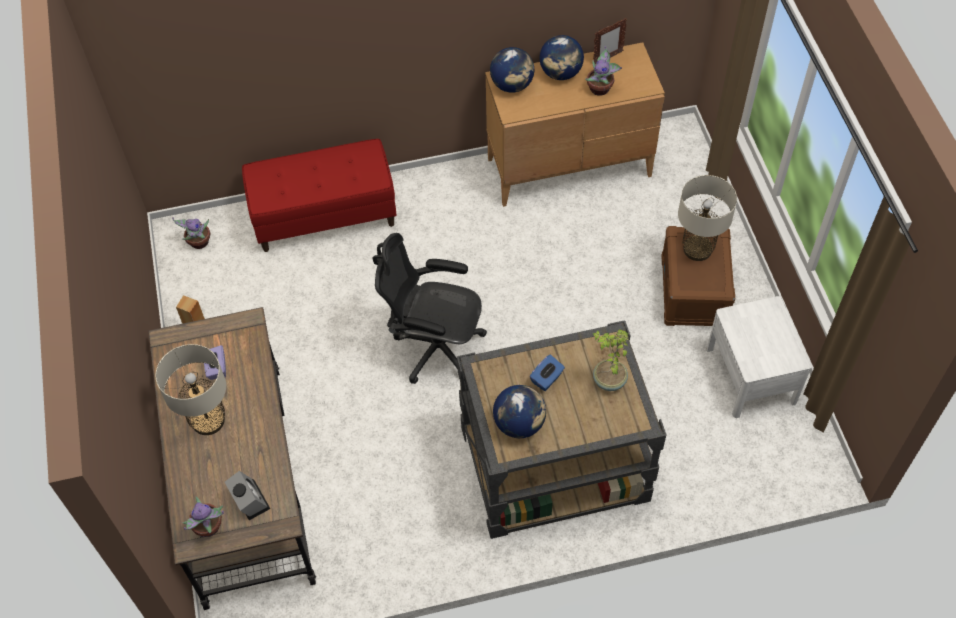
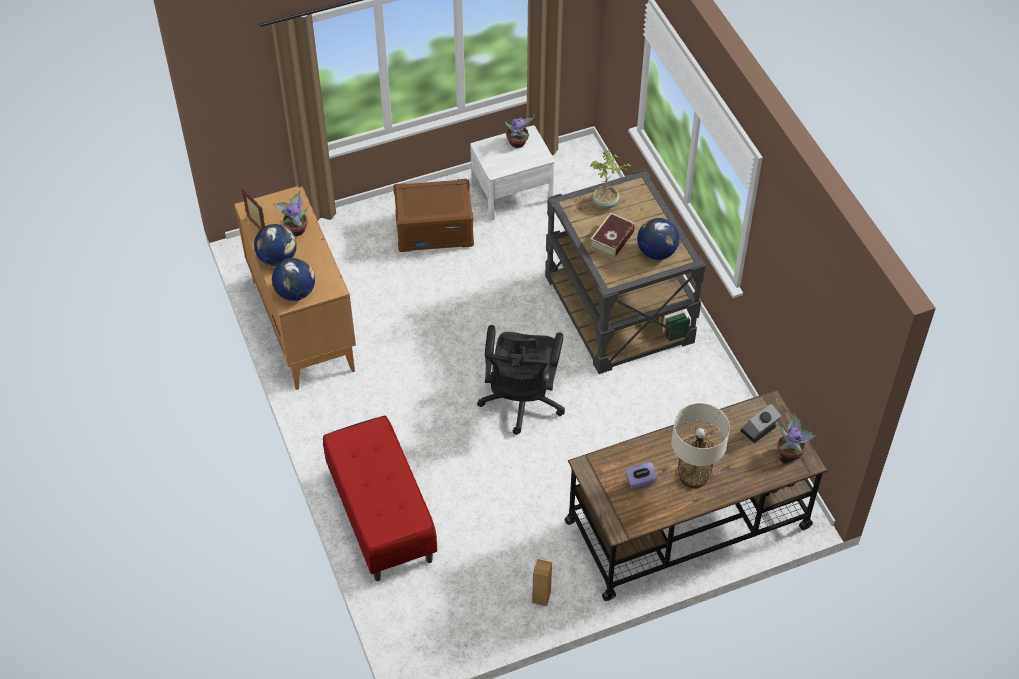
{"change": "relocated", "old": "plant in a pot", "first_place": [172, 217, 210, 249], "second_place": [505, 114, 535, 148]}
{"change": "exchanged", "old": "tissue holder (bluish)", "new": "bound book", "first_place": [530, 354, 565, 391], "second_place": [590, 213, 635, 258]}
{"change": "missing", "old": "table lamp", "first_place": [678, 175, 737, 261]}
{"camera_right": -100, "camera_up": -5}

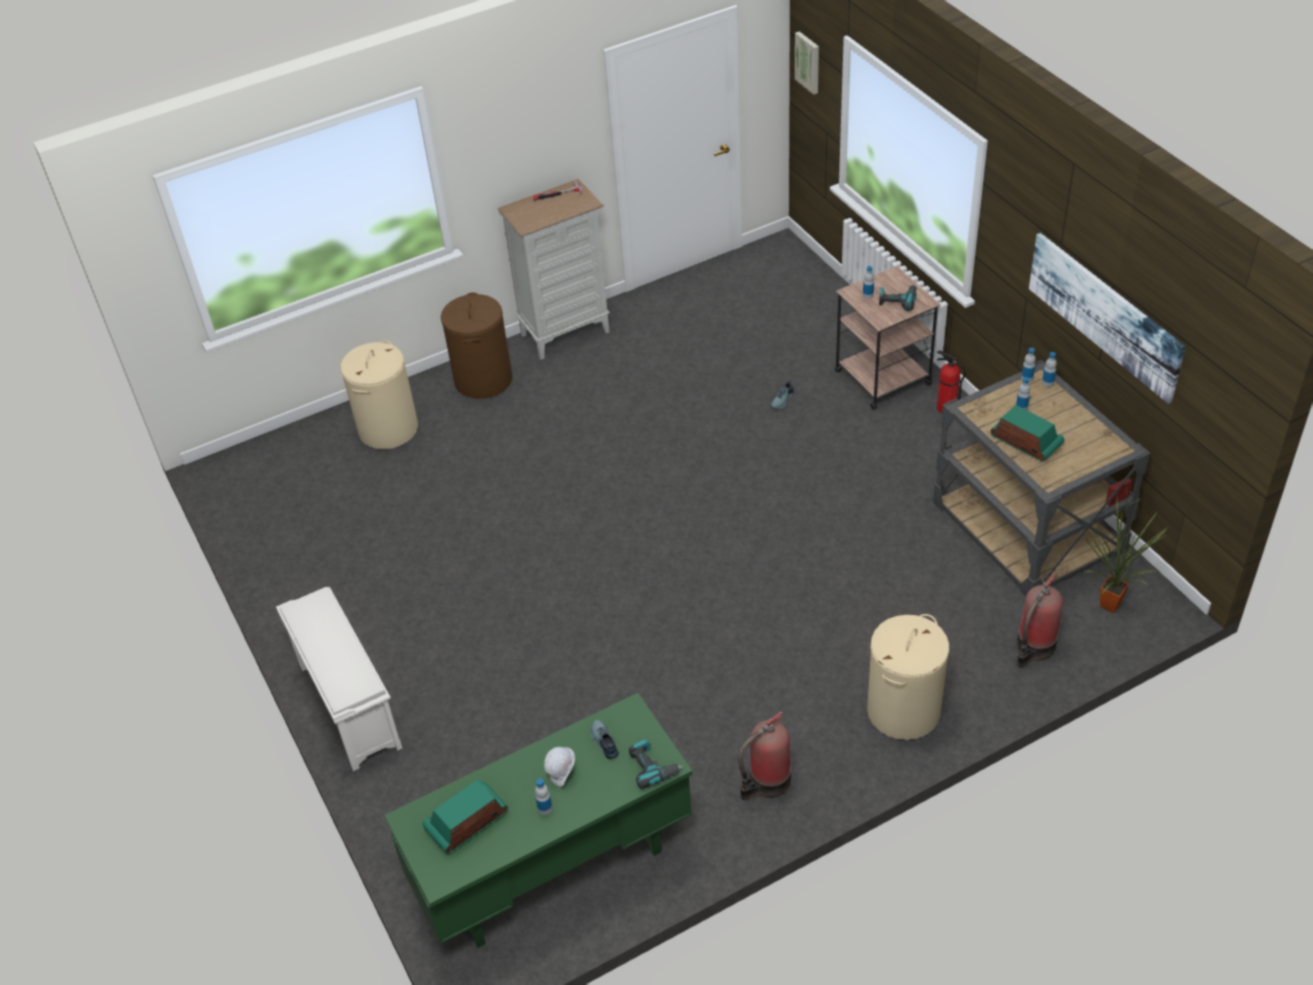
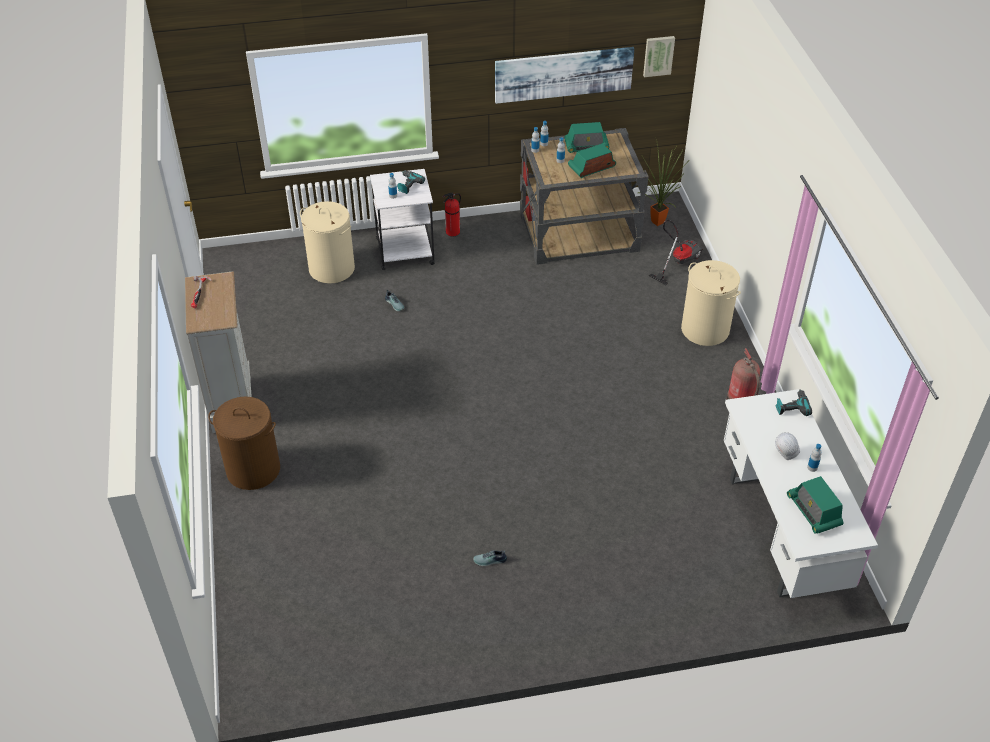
{"change": "missing", "old": "shoe stand (white-coloured)", "first_place": [276, 587, 402, 771]}
{"change": "relocated", "old": "laundry basket (beige-coloured)", "first_place": [340, 340, 418, 449], "second_place": [300, 201, 355, 284]}
{"change": "colour", "old": "desk unit (greenish)", "new": "desk unit (white-coloured)", "first_place": [384, 693, 693, 948], "second_place": [724, 389, 878, 598]}
{"change": "relocated", "old": "shoe", "first_place": [591, 720, 619, 759], "second_place": [473, 550, 507, 566]}
{"change": "relocated", "old": "wall art", "first_place": [795, 31, 819, 95], "second_place": [643, 36, 675, 77]}
{"change": "colour", "old": "trolley (brown)", "new": "trolley (white-coloured)", "first_place": [835, 266, 940, 409], "second_place": [370, 169, 435, 270]}
{"change": "exchanged", "old": "extinguisher", "new": "vacuum", "first_place": [1017, 573, 1063, 668], "second_place": [649, 219, 703, 285]}
{"change": "appeared", "new": "radio", "second_place": [564, 122, 610, 153]}
{"camera_right": -75, "camera_up": 0}

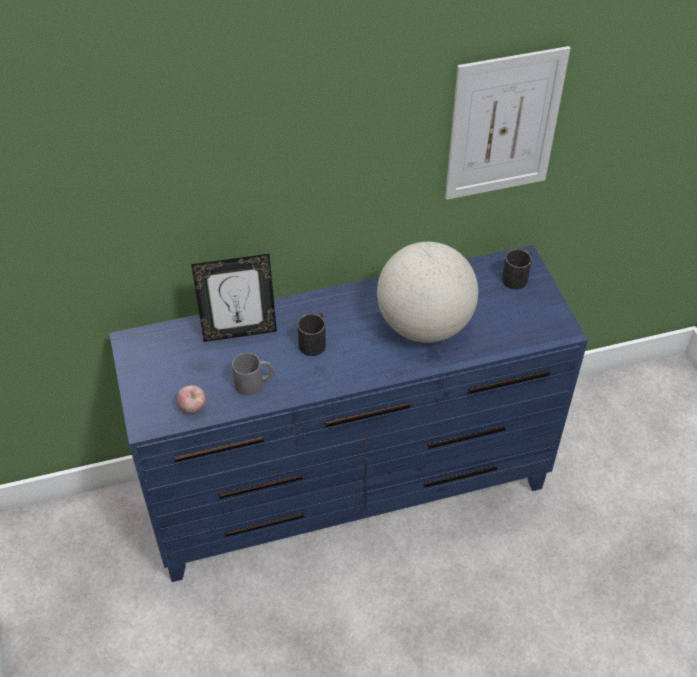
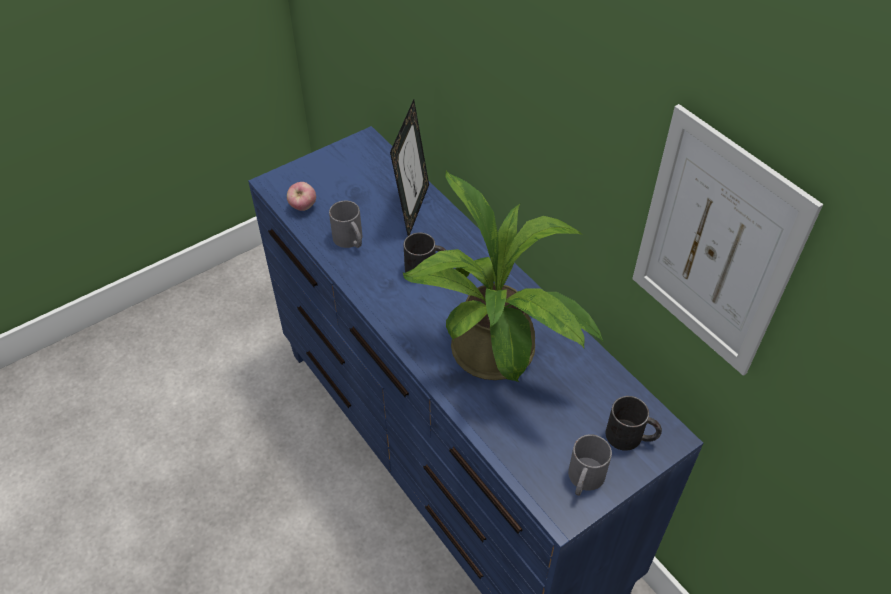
{"change": "spun", "old": "standing frame", "first_place": [191, 254, 277, 342], "second_place": [390, 99, 429, 236], "degrees": -135}
{"change": "exchanged", "old": "desk globe", "new": "plant in a pot", "first_place": [377, 242, 478, 343], "second_place": [403, 170, 603, 382]}
{"change": "appeared", "new": "mug (gray)", "second_place": [568, 434, 612, 496]}
{"camera_right": 70, "camera_up": 0}

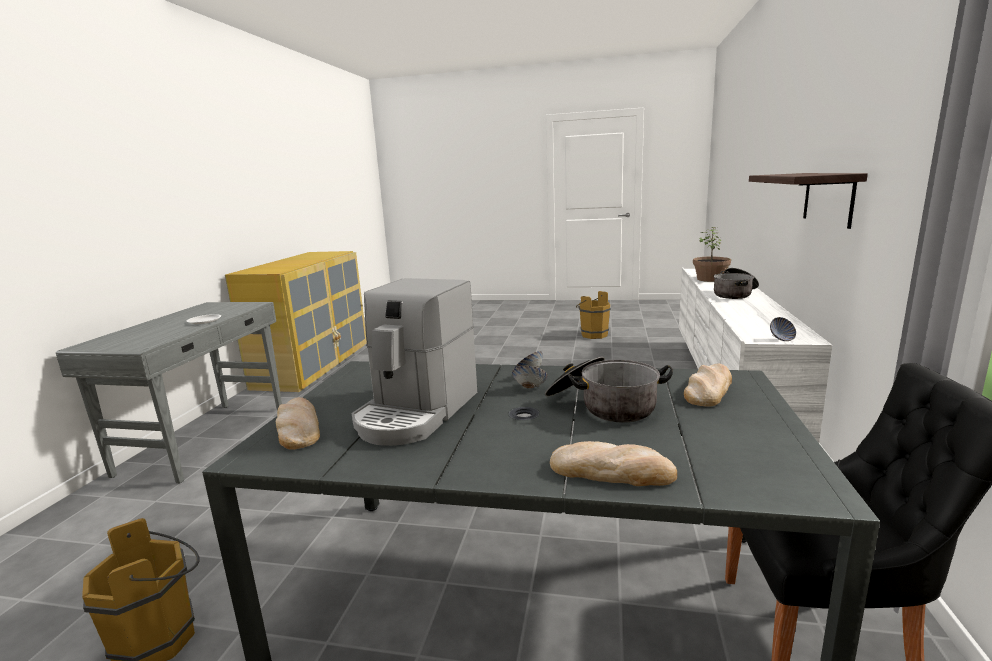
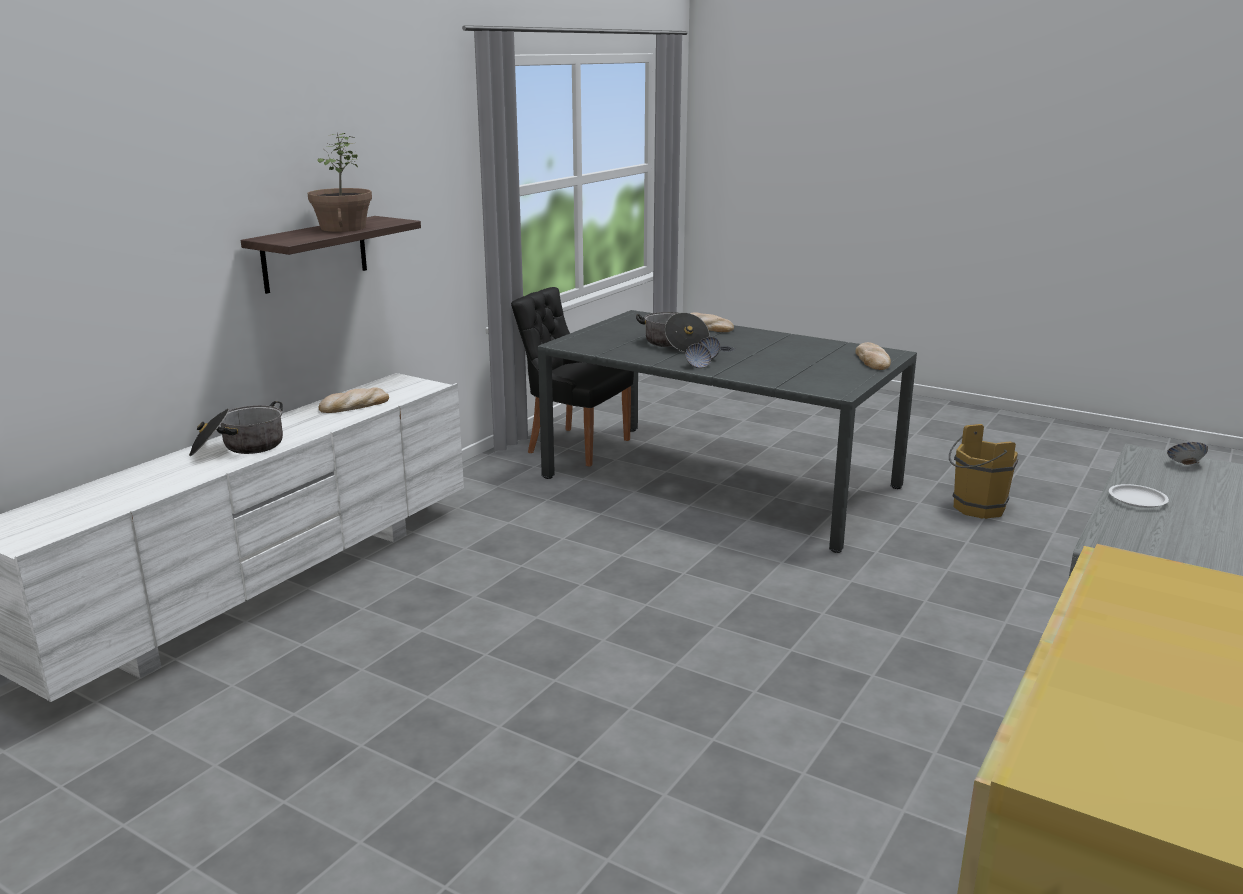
{"change": "missing", "old": "coffee maker", "first_place": [352, 278, 477, 446]}
{"change": "missing", "old": "bucket (brown)", "first_place": [576, 291, 611, 339]}
{"change": "relocated", "old": "bread", "first_place": [684, 363, 732, 406], "second_place": [319, 387, 389, 413]}
{"change": "relocated", "old": "plant in a pot", "first_place": [693, 226, 731, 282], "second_place": [308, 133, 372, 232]}
{"change": "relocated", "old": "serving bowl", "first_place": [770, 317, 796, 341], "second_place": [1167, 442, 1208, 465]}
{"camera_right": -160, "camera_up": 5}

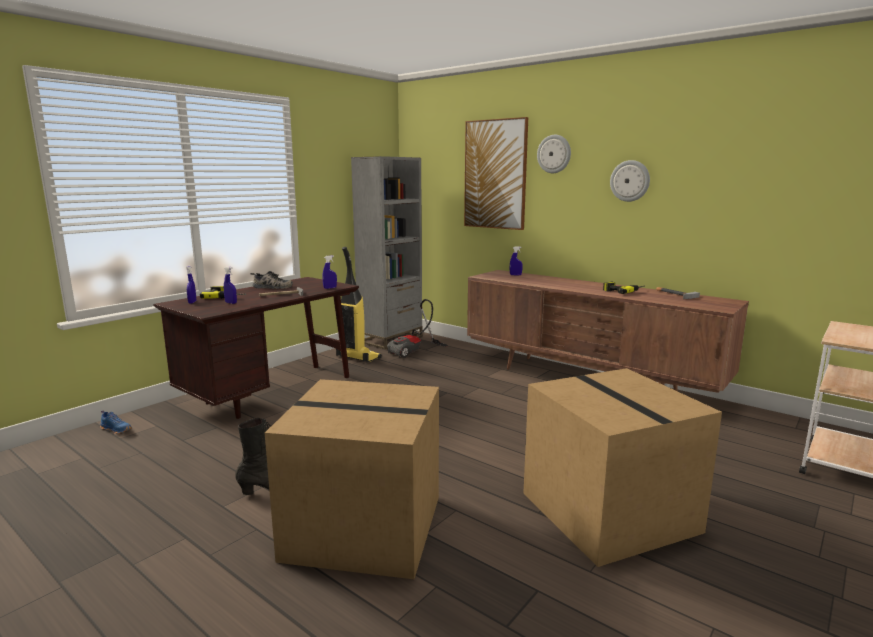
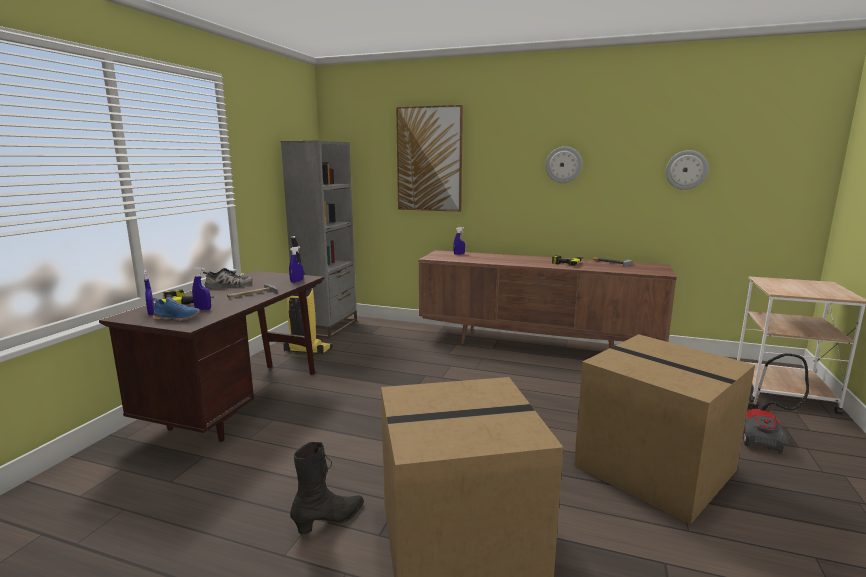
{"change": "relocated", "old": "shoe (bluish)", "first_place": [100, 410, 132, 434], "second_place": [153, 297, 200, 321]}
{"change": "relocated", "old": "vacuum", "first_place": [387, 299, 448, 358], "second_place": [744, 353, 809, 454]}
{"change": "relocated", "old": "wall clock", "first_place": [537, 135, 571, 173], "second_place": [666, 150, 708, 190]}
{"camera_right": -20, "camera_up": 0}

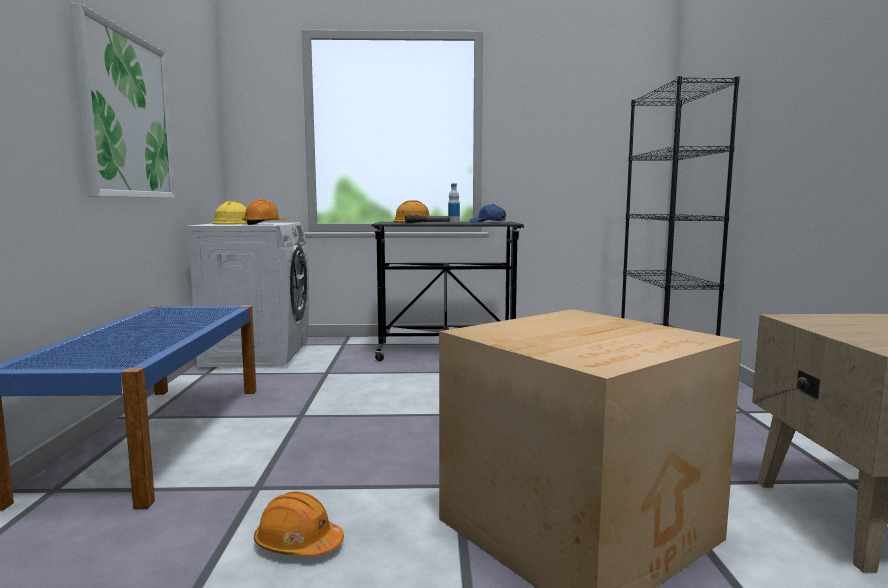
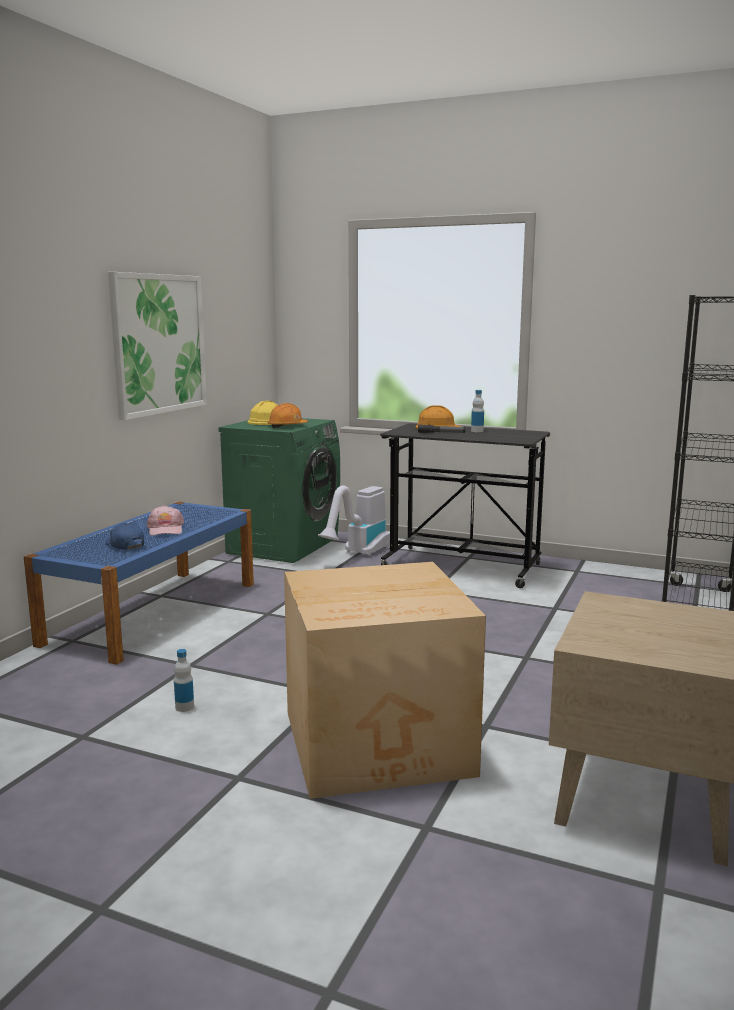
{"change": "colour", "old": "laundry appliance (white-coloured)", "new": "laundry appliance (greenish)", "first_place": [185, 222, 309, 367], "second_place": [218, 418, 340, 563]}
{"change": "exchanged", "old": "work helmet (orangey)", "new": "drink bottle", "first_place": [254, 491, 344, 557], "second_place": [174, 649, 194, 712]}
{"change": "relocated", "old": "baseball cap (bluish)", "first_place": [469, 204, 506, 222], "second_place": [105, 523, 144, 550]}
{"change": "appeared", "new": "baseball cap (pink)", "second_place": [146, 505, 184, 536]}
{"change": "appeared", "new": "vacuum", "second_place": [318, 485, 390, 556]}
{"camera_right": 25, "camera_up": 5}

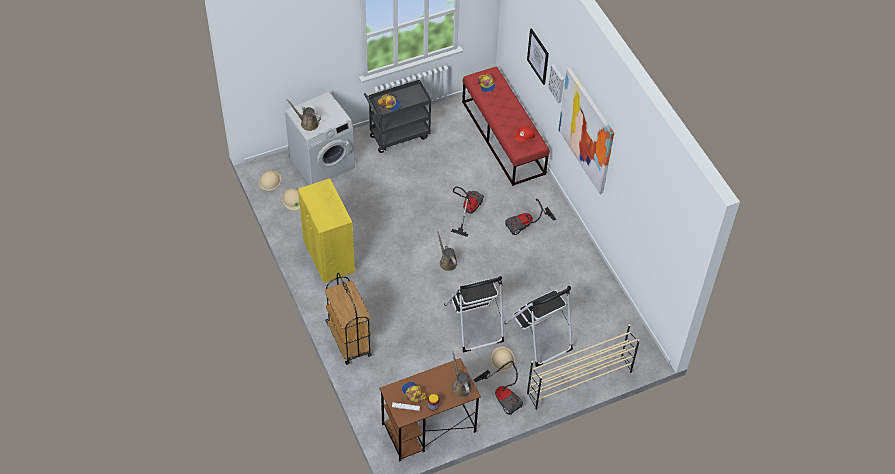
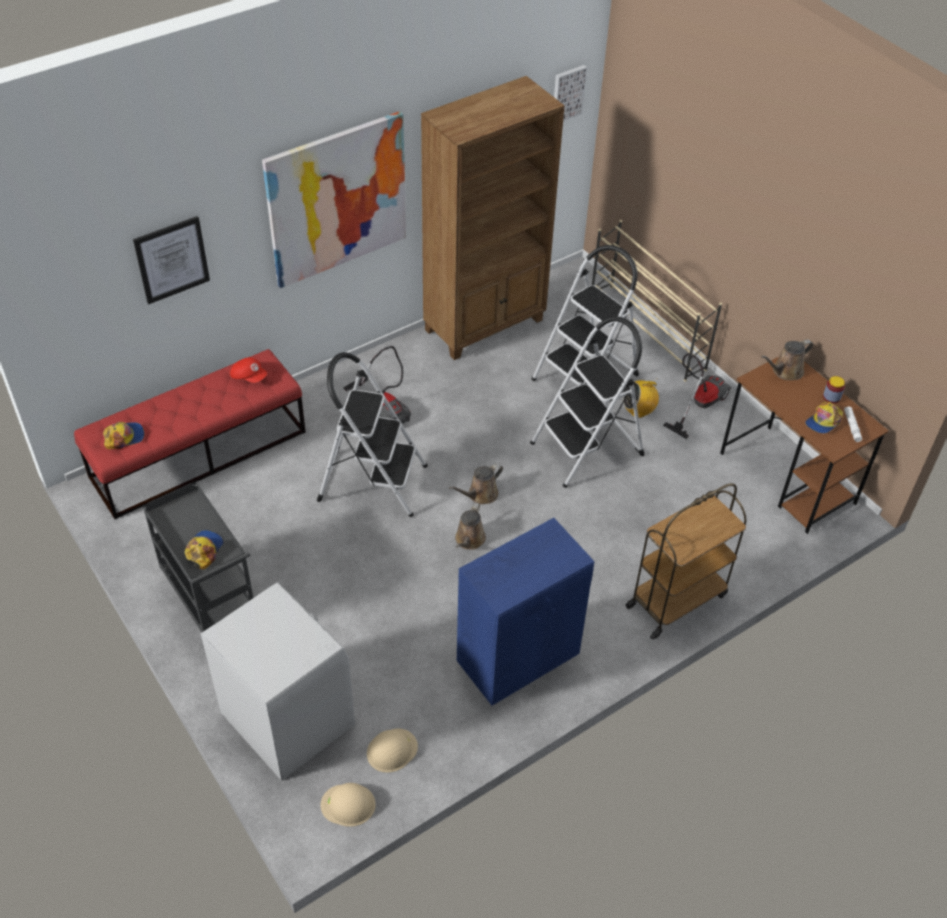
{"change": "relocated", "old": "watering can (brown)", "first_place": [287, 99, 321, 131], "second_place": [455, 503, 486, 550]}
{"change": "colour", "old": "storage cabinet (yellow-coloured)", "new": "storage cabinet (bluish)", "first_place": [298, 179, 355, 283], "second_place": [457, 518, 594, 706]}
{"change": "exchanged", "old": "vacuum", "new": "step ladder", "first_place": [451, 186, 484, 237], "second_place": [317, 352, 428, 517]}
{"change": "exchanged", "old": "work helmet (beige-coloured)", "new": "radio", "first_place": [491, 347, 514, 371], "second_place": [623, 380, 659, 418]}
{"change": "relocated", "old": "wall art", "first_place": [548, 64, 564, 103], "second_place": [554, 65, 587, 121]}
{"change": "appeared", "new": "bookcase (brown)", "second_place": [421, 76, 565, 360]}
{"camera_right": -100, "camera_up": -5}

